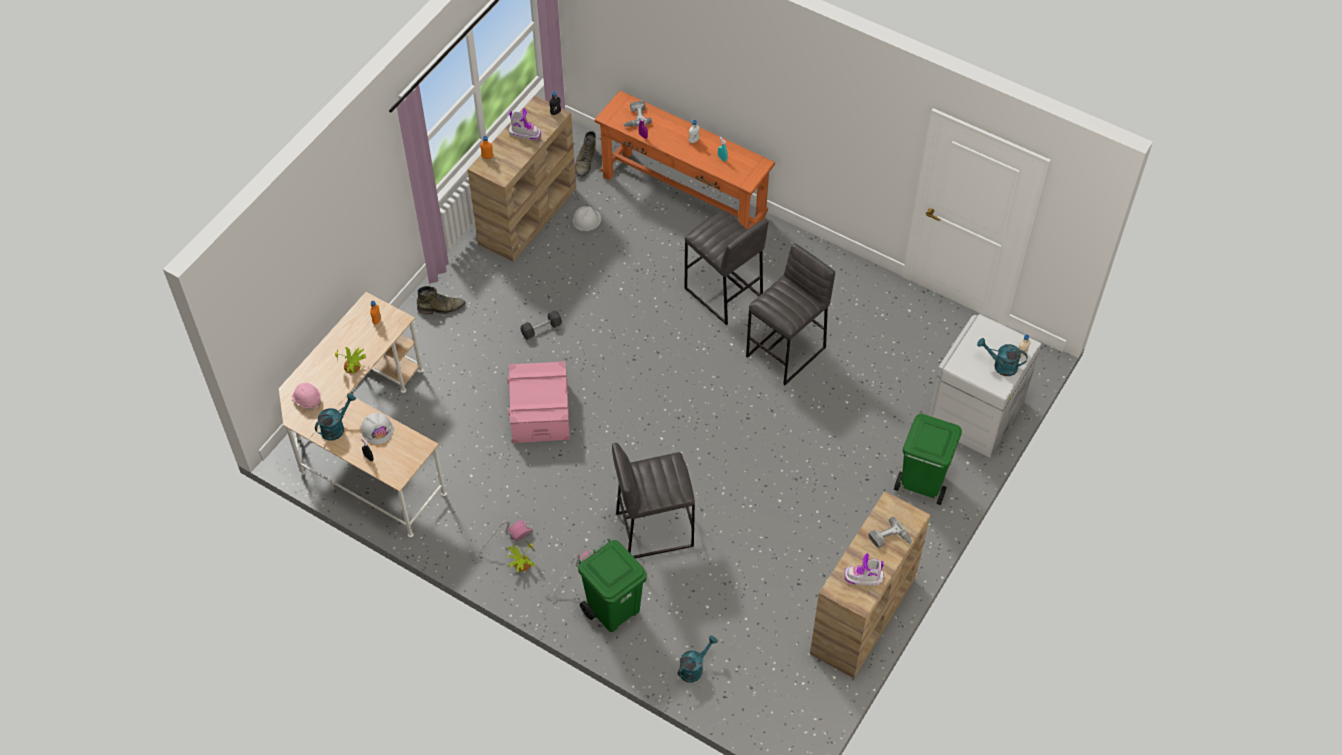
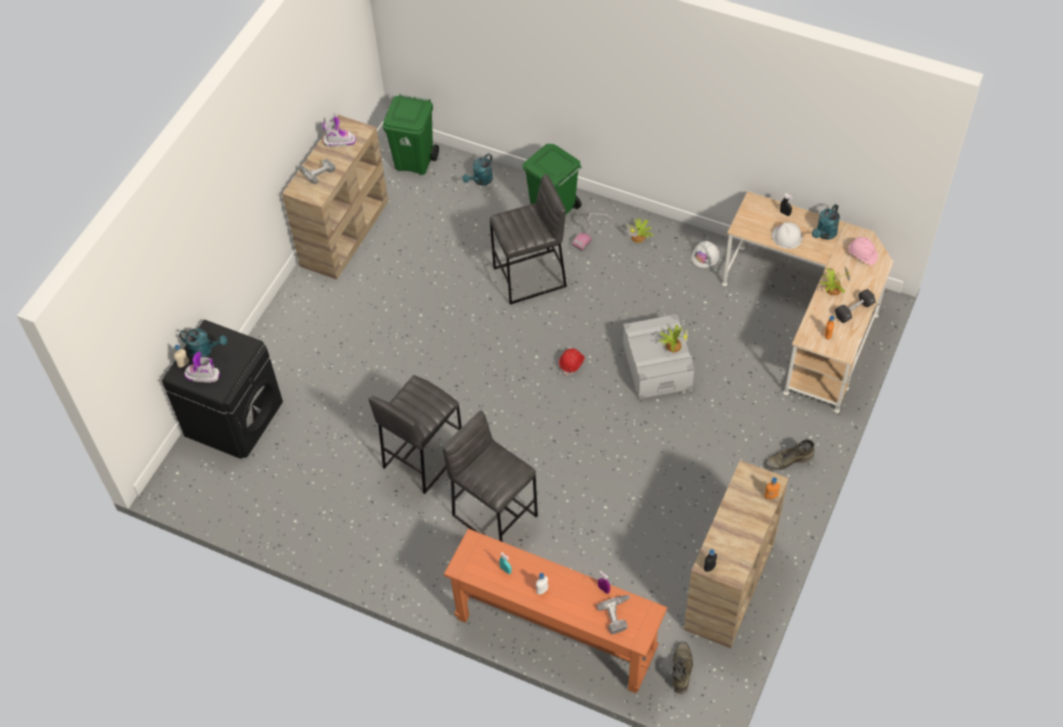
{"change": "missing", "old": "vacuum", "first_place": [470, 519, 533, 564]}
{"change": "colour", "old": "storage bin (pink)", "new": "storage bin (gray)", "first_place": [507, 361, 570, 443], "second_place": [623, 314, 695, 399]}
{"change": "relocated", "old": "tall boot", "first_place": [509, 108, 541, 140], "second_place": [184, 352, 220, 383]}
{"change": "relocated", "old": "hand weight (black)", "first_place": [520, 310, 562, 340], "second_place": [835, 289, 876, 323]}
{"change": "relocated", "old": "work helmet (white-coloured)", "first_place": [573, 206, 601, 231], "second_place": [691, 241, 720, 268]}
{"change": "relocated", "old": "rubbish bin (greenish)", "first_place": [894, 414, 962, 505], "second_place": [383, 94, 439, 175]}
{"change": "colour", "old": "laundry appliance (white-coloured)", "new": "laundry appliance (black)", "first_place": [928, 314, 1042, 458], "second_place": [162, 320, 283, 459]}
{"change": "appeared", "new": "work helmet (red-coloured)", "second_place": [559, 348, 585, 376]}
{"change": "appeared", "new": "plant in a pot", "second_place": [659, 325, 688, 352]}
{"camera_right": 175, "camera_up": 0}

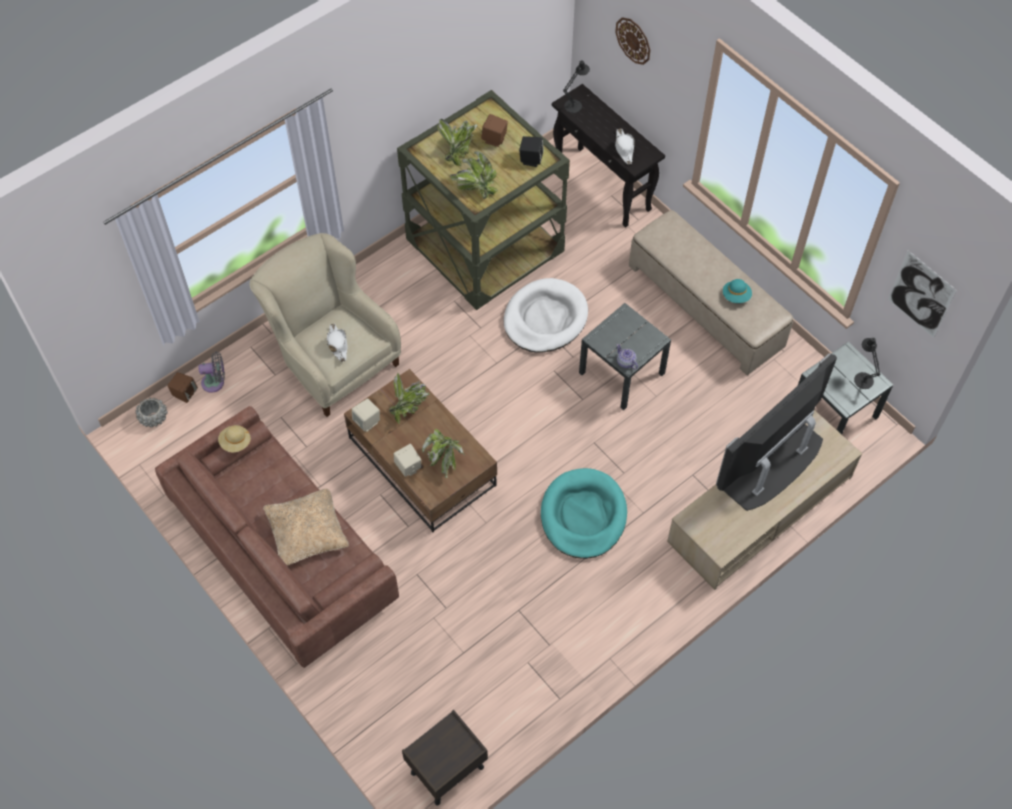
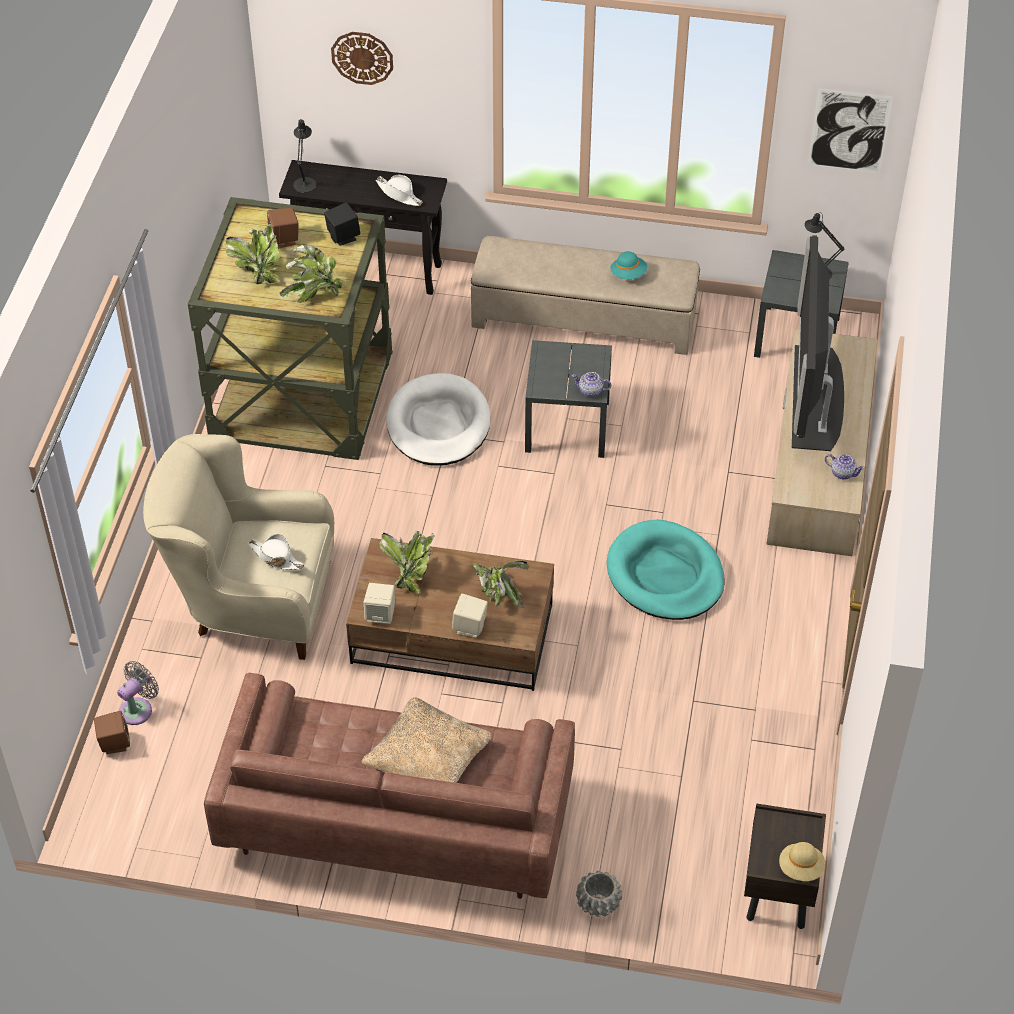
{"change": "relocated", "old": "plant pot (gray)", "first_place": [135, 398, 168, 427], "second_place": [576, 871, 622, 917]}
{"change": "relocated", "old": "wearable hat (beige-coloured)", "first_place": [218, 425, 251, 452], "second_place": [779, 842, 825, 881]}
{"change": "appeared", "new": "teapot", "second_place": [825, 454, 865, 480]}
{"camera_right": -40, "camera_up": -10}

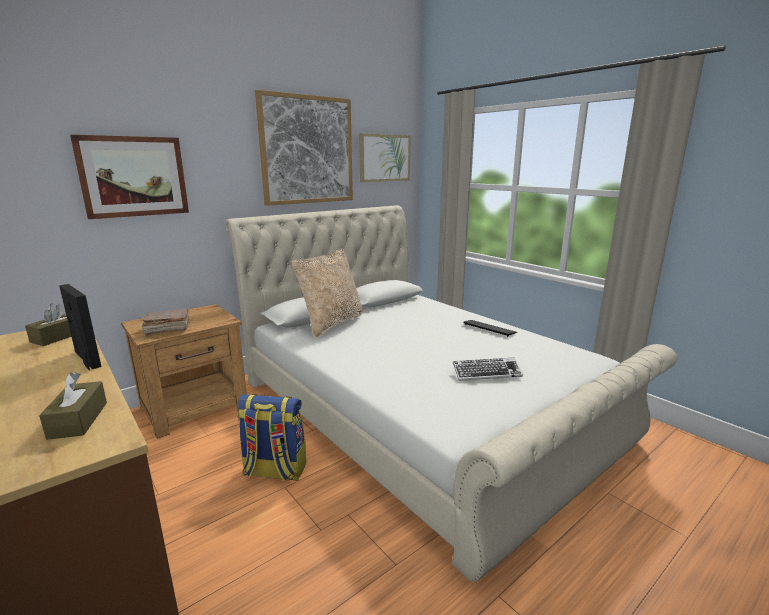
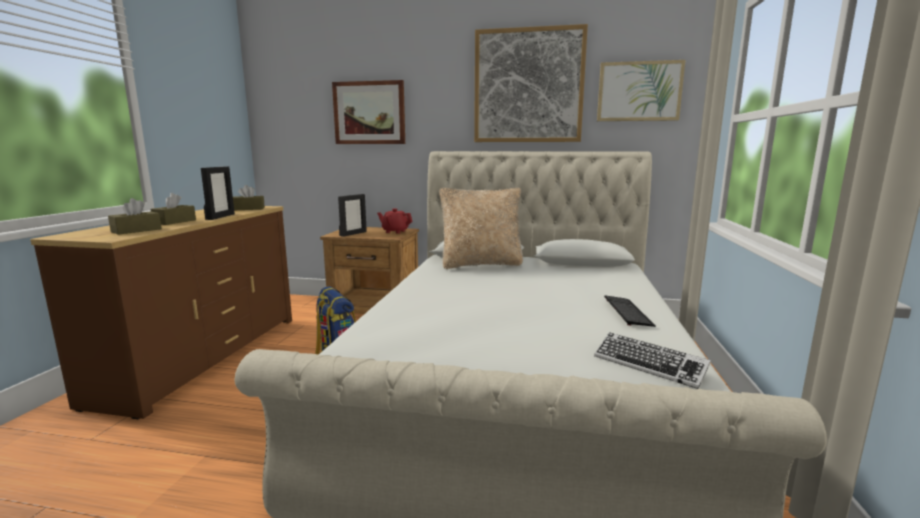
{"change": "exchanged", "old": "bound book (brown)", "new": "standing frame", "first_place": [142, 309, 190, 335], "second_place": [338, 194, 367, 237]}
{"change": "relocated", "old": "keyboard", "first_place": [453, 357, 523, 381], "second_place": [594, 333, 711, 389]}
{"change": "appeared", "new": "tissue holder (brown)", "second_place": [150, 193, 196, 225]}
{"change": "appeared", "new": "teapot (red-coloured)", "second_place": [377, 209, 413, 234]}
{"camera_right": 50, "camera_up": -5}

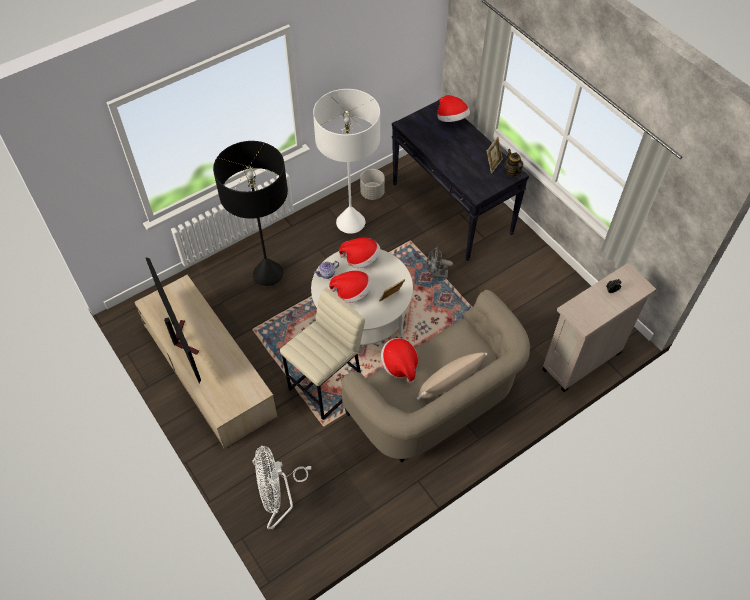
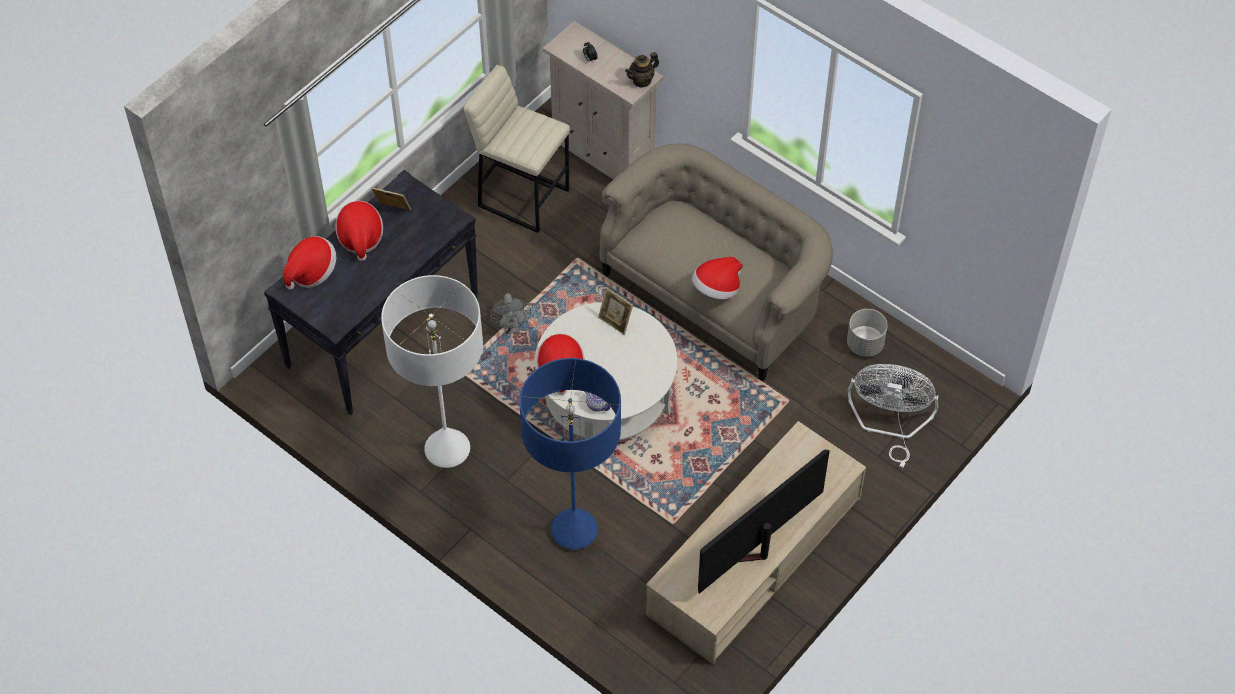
{"change": "colour", "old": "floor lamp (black)", "new": "floor lamp (bluish)", "first_place": [213, 141, 288, 286], "second_place": [519, 358, 621, 549]}
{"change": "spun", "old": "cooling fan (white-coloured)", "first_place": [252, 446, 313, 530], "second_place": [848, 364, 938, 468], "degrees": -135}
{"change": "relocated", "old": "sitting stool (beige-coloured)", "first_place": [280, 288, 365, 420], "second_place": [464, 65, 570, 233]}
{"change": "relocated", "old": "wearable hat", "first_place": [329, 271, 372, 303], "second_place": [335, 201, 383, 261]}
{"change": "relocated", "old": "plant pot (gray)", "first_place": [360, 169, 385, 200], "second_place": [847, 309, 888, 357]}
{"change": "missing", "old": "cushion (beige-coloured)", "first_place": [417, 353, 488, 400]}
{"change": "relocated", "old": "teapot", "first_place": [504, 149, 523, 177], "second_place": [625, 52, 659, 88]}
{"camera_right": -105, "camera_up": 0}

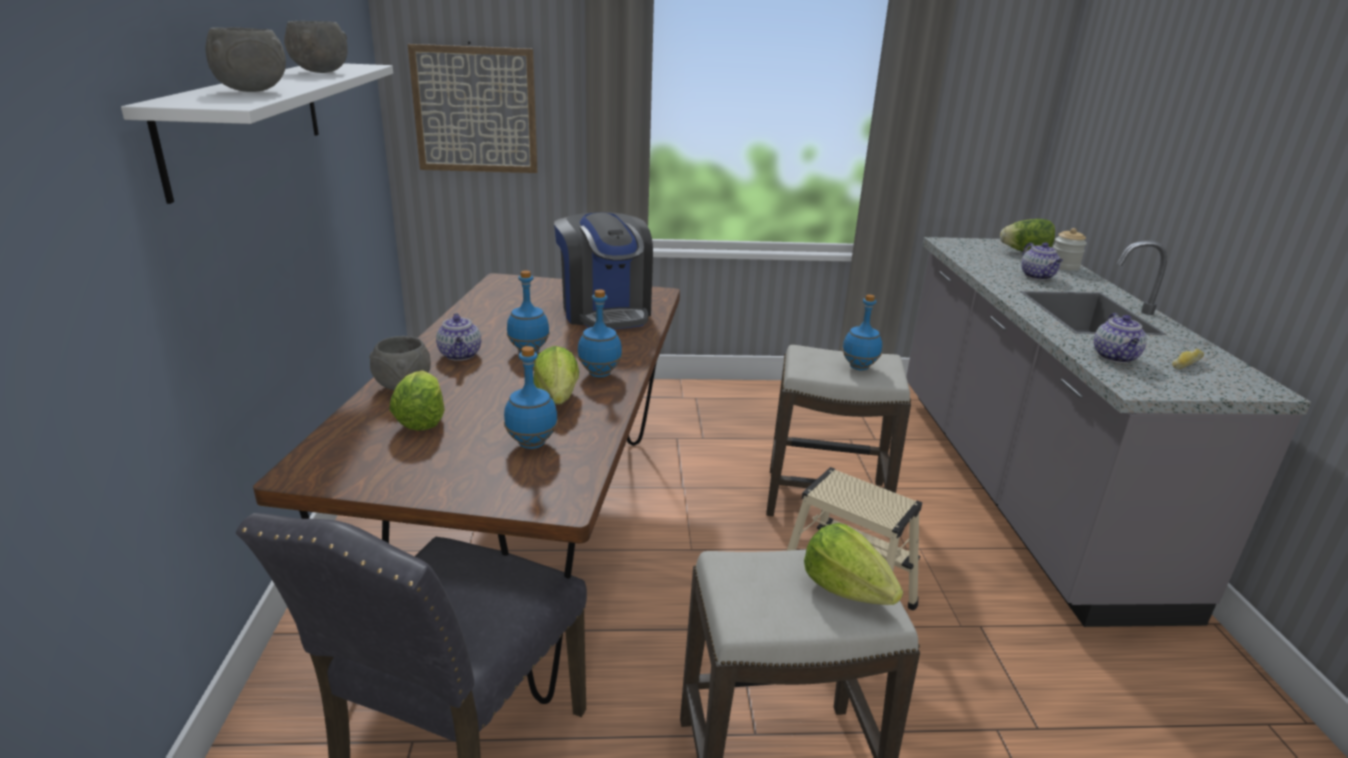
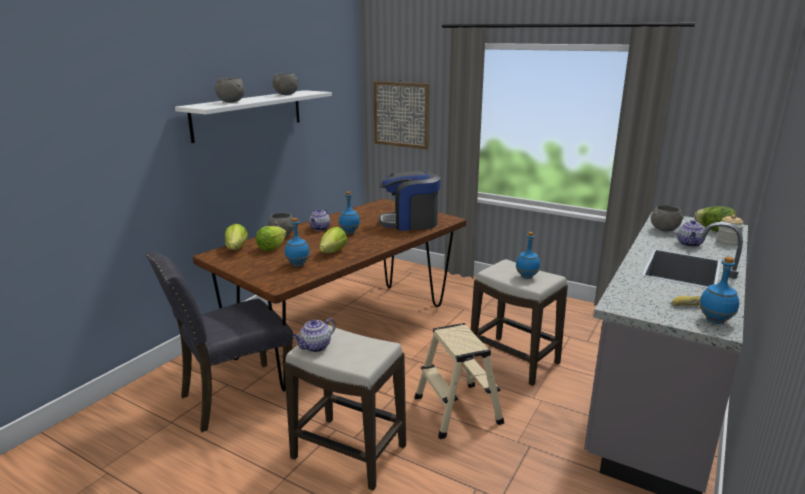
{"change": "spun", "old": "coffee maker", "first_place": [554, 212, 653, 329], "second_place": [379, 171, 440, 231], "degrees": 75}
{"change": "relocated", "old": "drink bottle (bluish)", "first_place": [577, 289, 622, 378], "second_place": [699, 257, 739, 324]}
{"change": "relocated", "old": "head of lettuce", "first_place": [804, 523, 903, 605], "second_place": [225, 224, 248, 250]}
{"change": "relocated", "old": "teapot", "first_place": [1094, 313, 1147, 363], "second_place": [293, 318, 336, 352]}
{"change": "appeared", "new": "serving bowl (gray)", "second_place": [651, 205, 684, 232]}
{"camera_right": 35, "camera_up": -5}

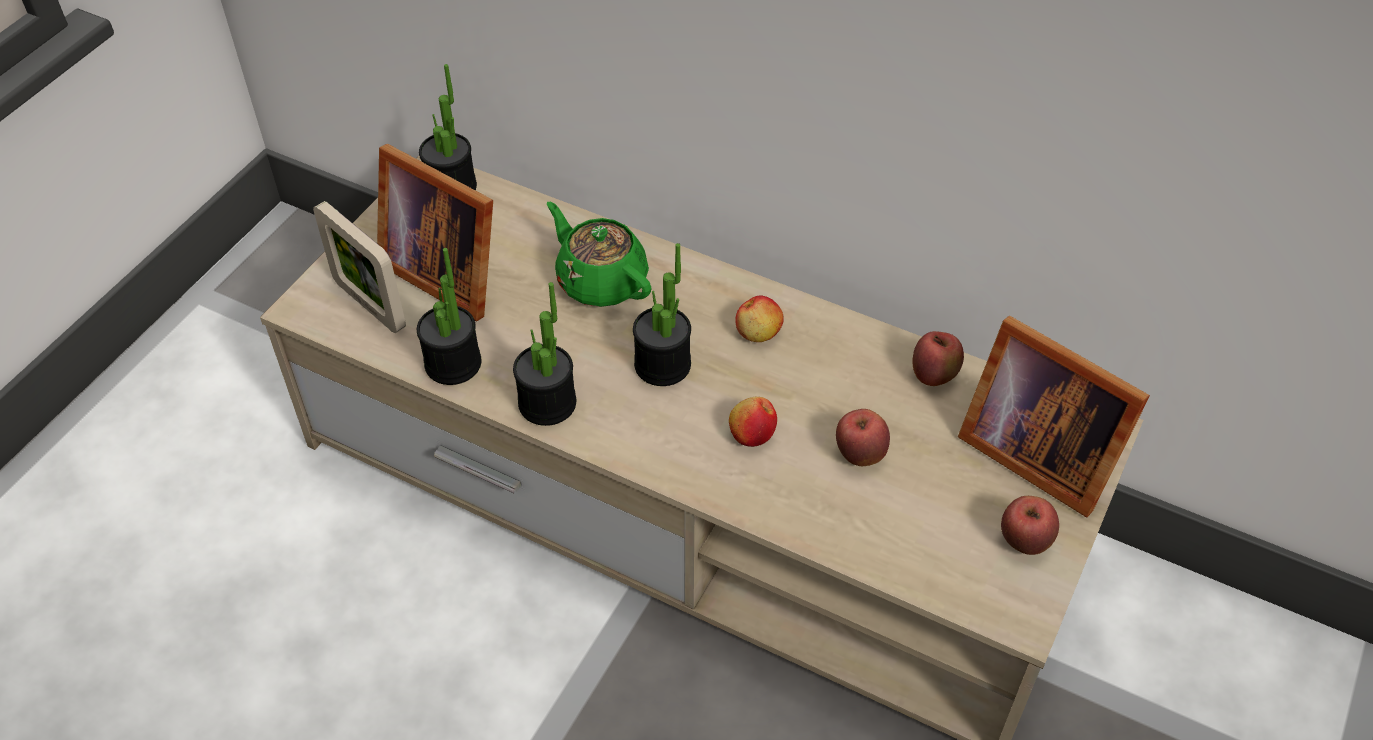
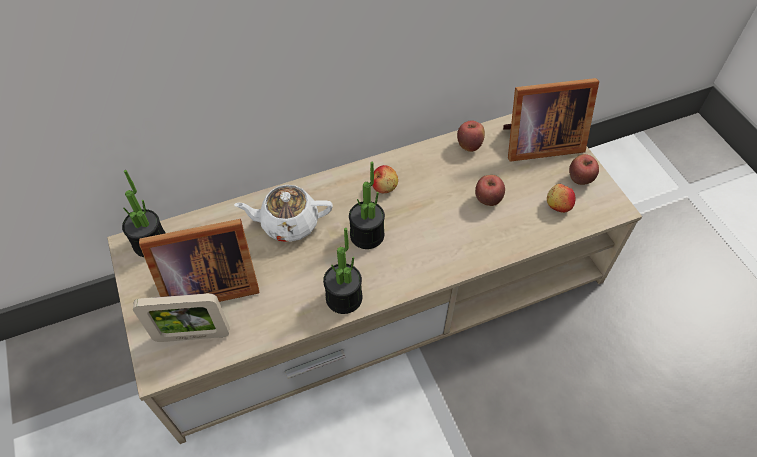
{"change": "missing", "old": "plant in a pot", "first_place": [417, 248, 482, 385]}
{"change": "colour", "old": "teapot (greenish)", "new": "teapot (white-coloured)", "first_place": [547, 202, 652, 307], "second_place": [234, 185, 333, 242]}
{"change": "relocated", "old": "apple fruit", "first_place": [729, 397, 777, 447], "second_place": [547, 184, 575, 213]}
{"camera_right": -50, "camera_up": 5}

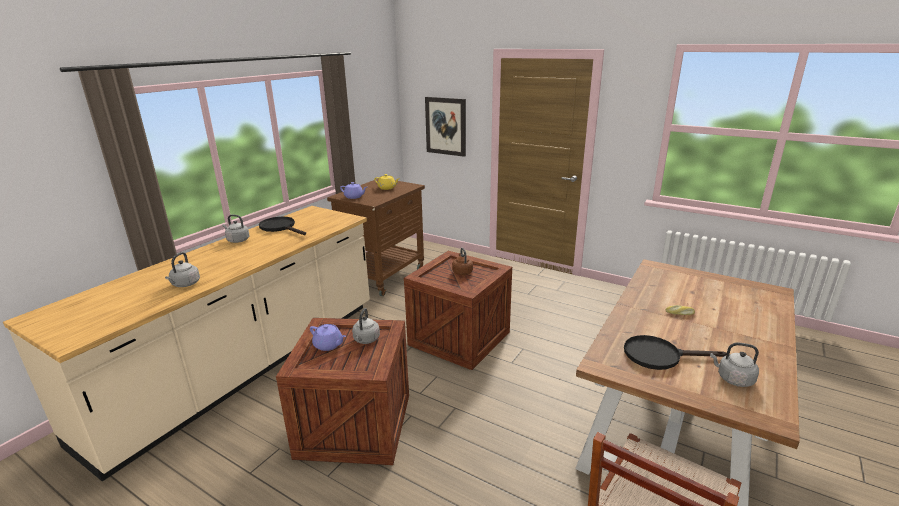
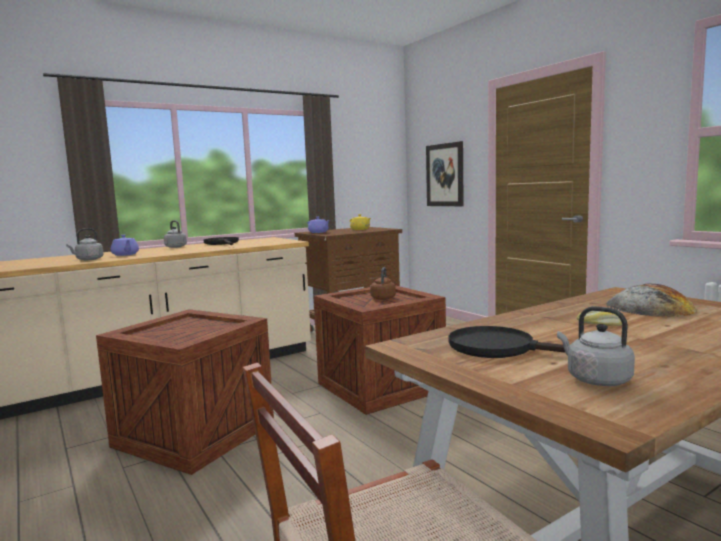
{"change": "relocated", "old": "teapot (purple-coloured)", "first_place": [310, 324, 346, 351], "second_place": [111, 235, 139, 256]}
{"change": "missing", "old": "water kettle (gray)", "first_place": [352, 308, 380, 344]}
{"change": "appeared", "new": "bread", "second_place": [606, 283, 697, 317]}
{"camera_right": 25, "camera_up": -15}

